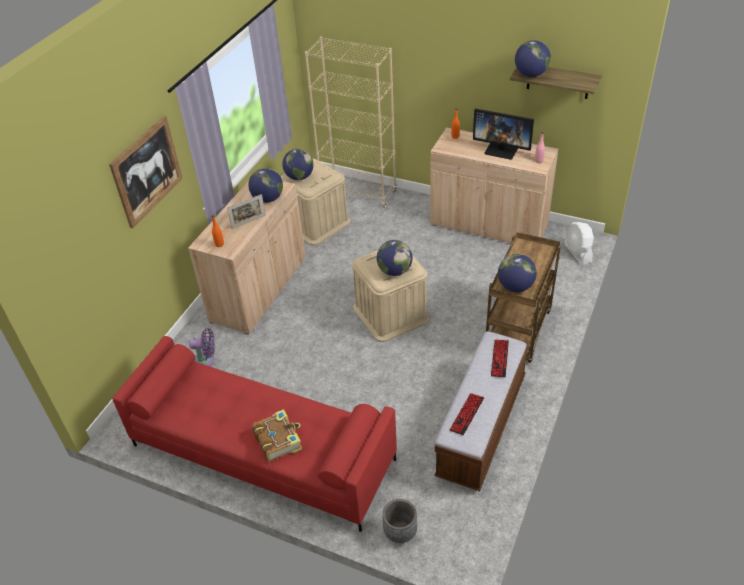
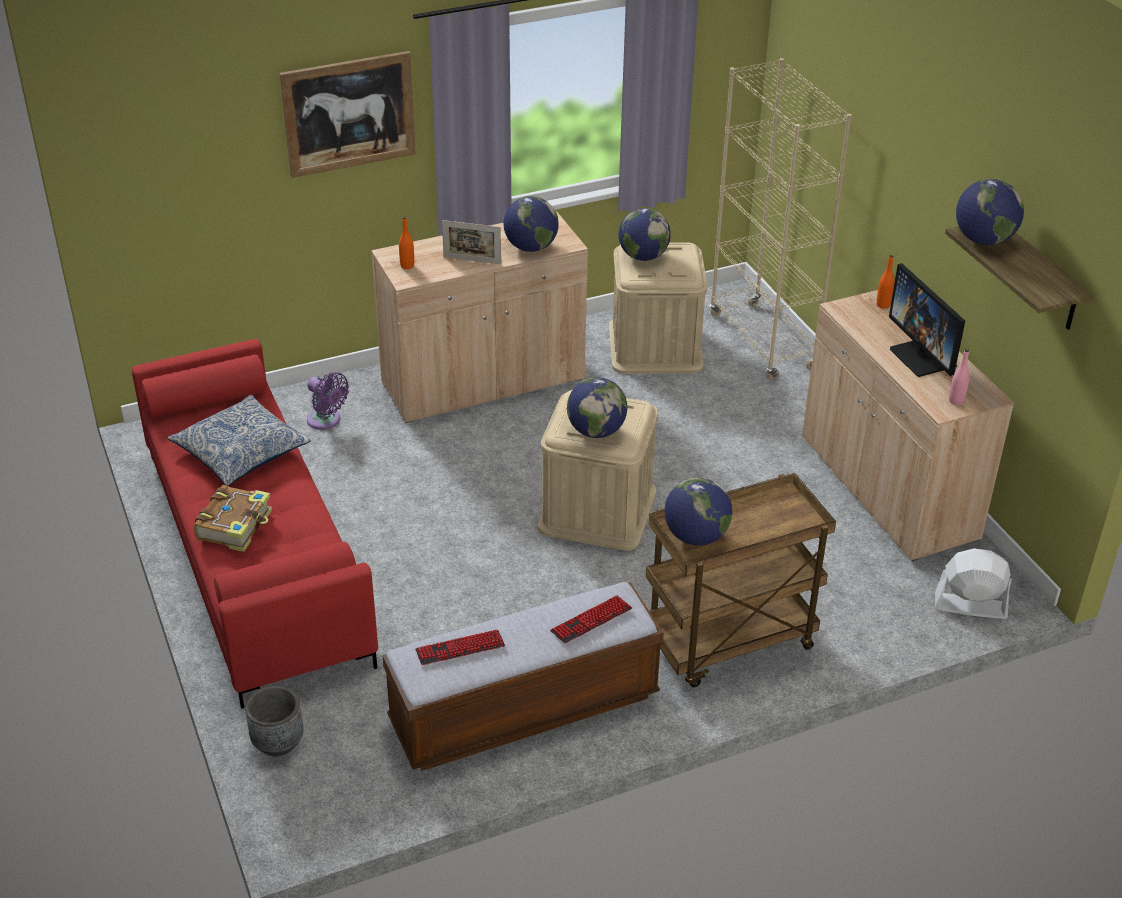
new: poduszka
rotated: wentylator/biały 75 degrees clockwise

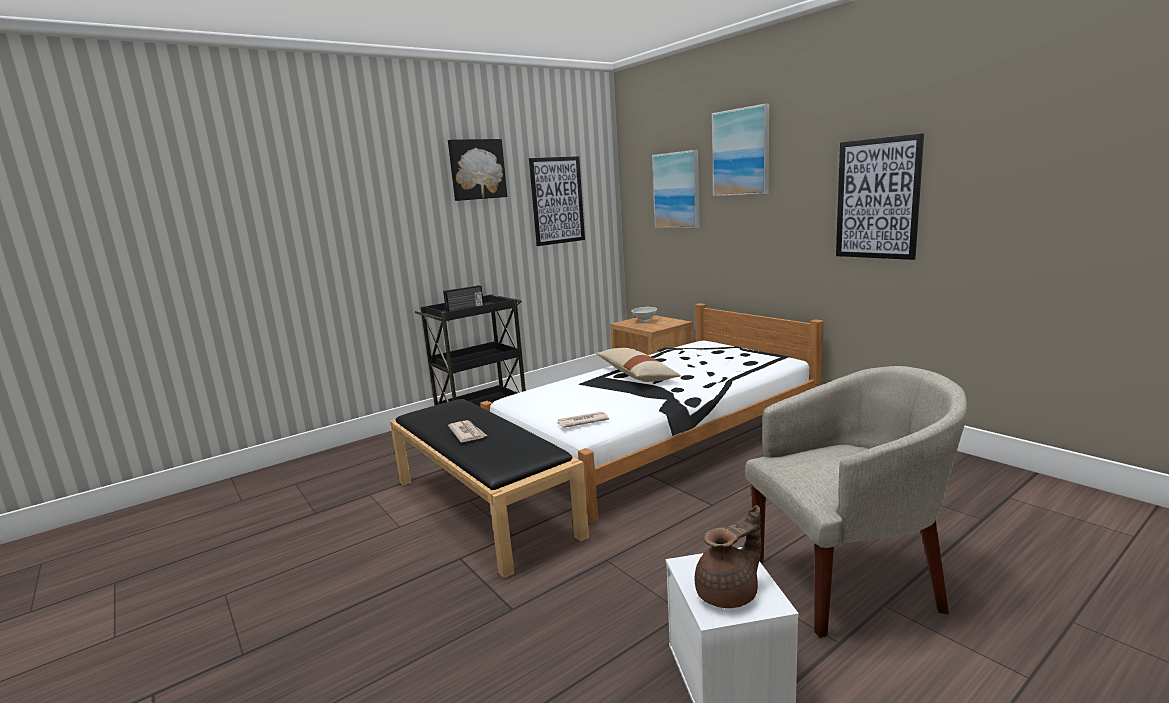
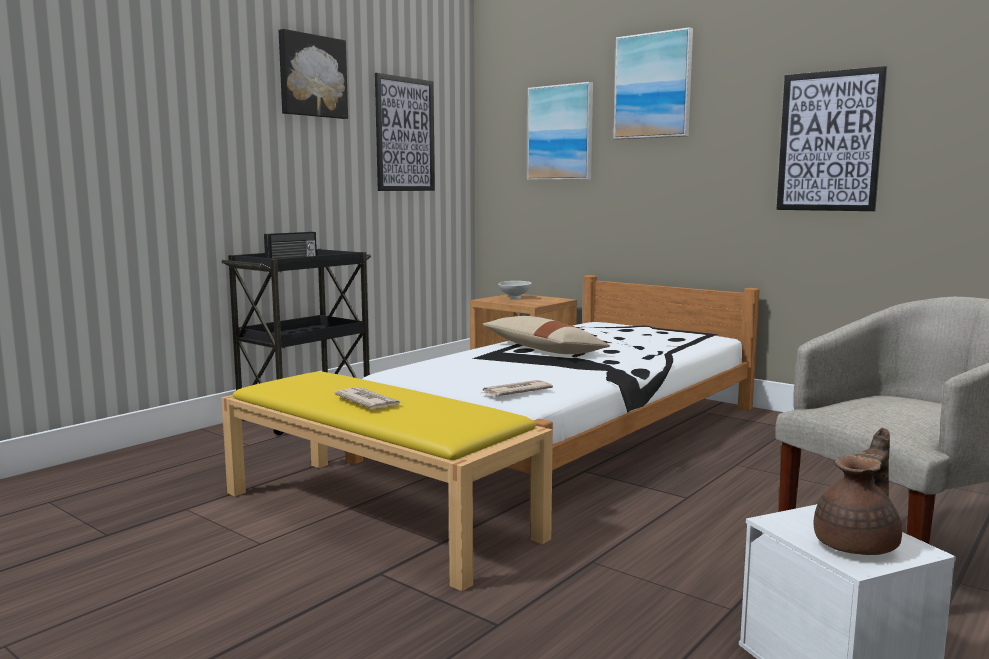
repainted: ławka/czarny to ławka/żółty

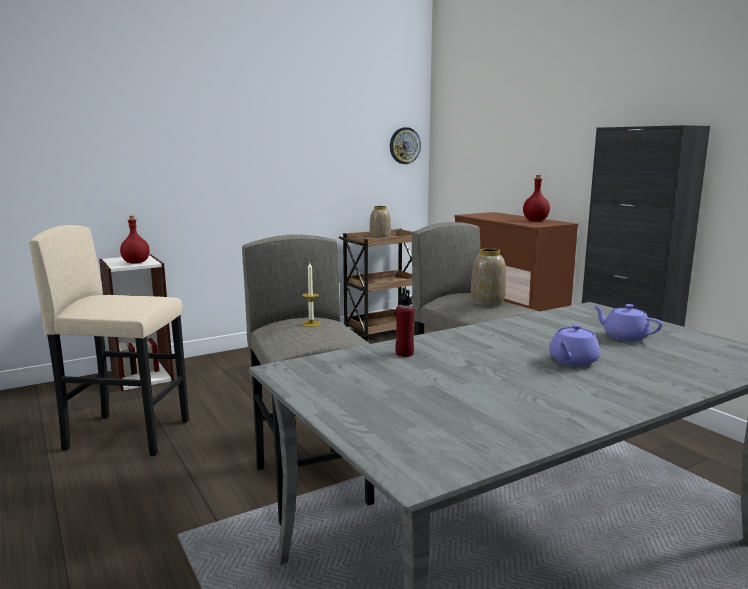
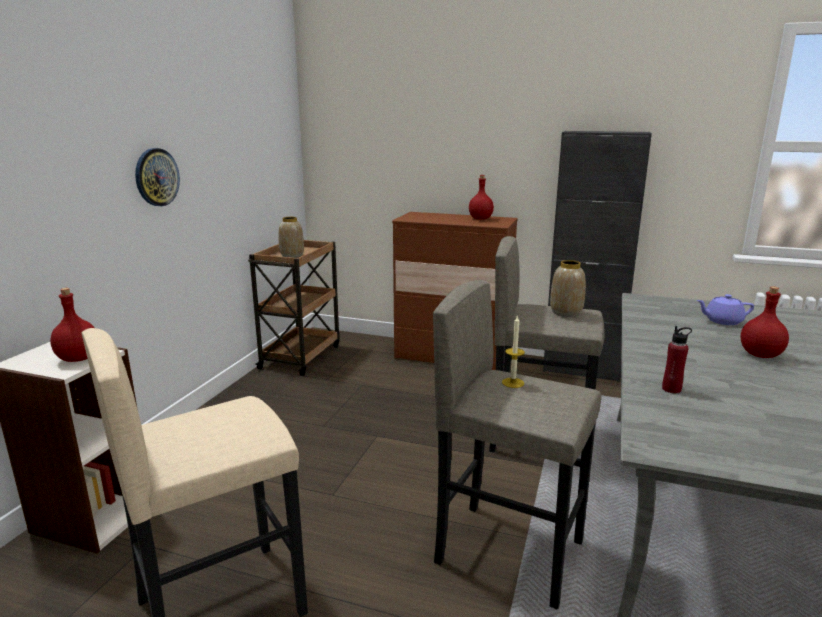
shifted: zegar ścienny
swapped: imbryk/fioletowy (no. 1 from left) to butelka/czerwony (no. 4 from left)

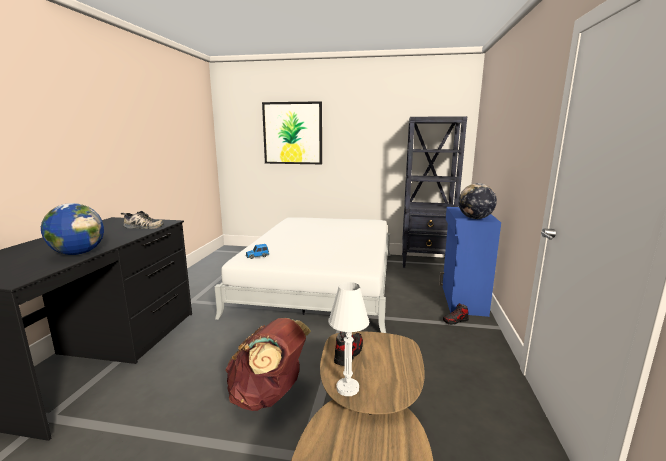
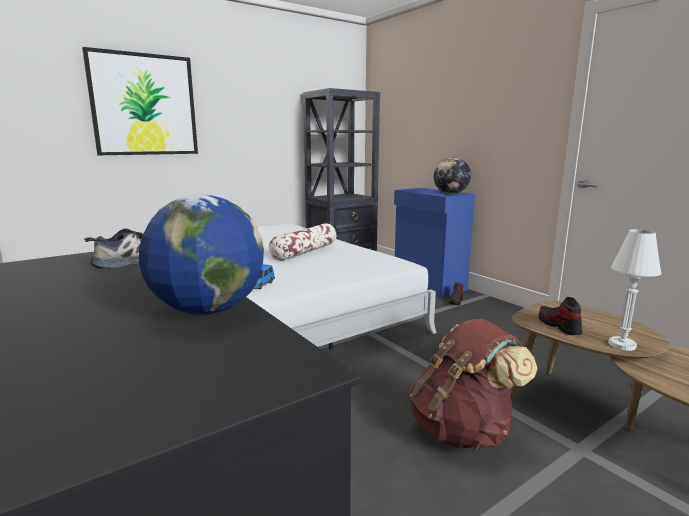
new: poduszka

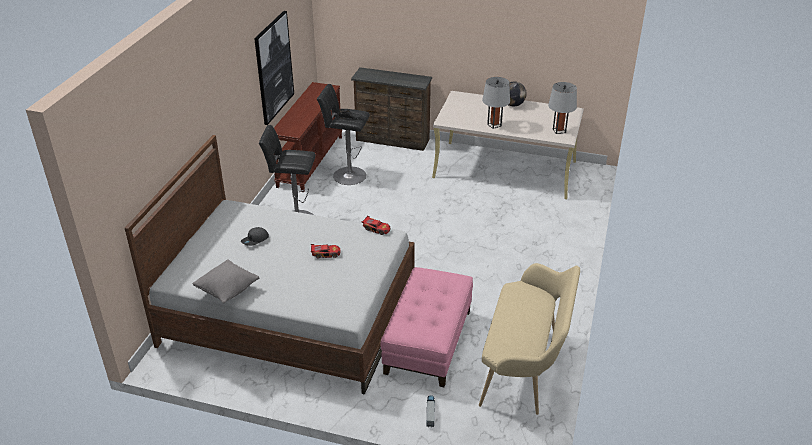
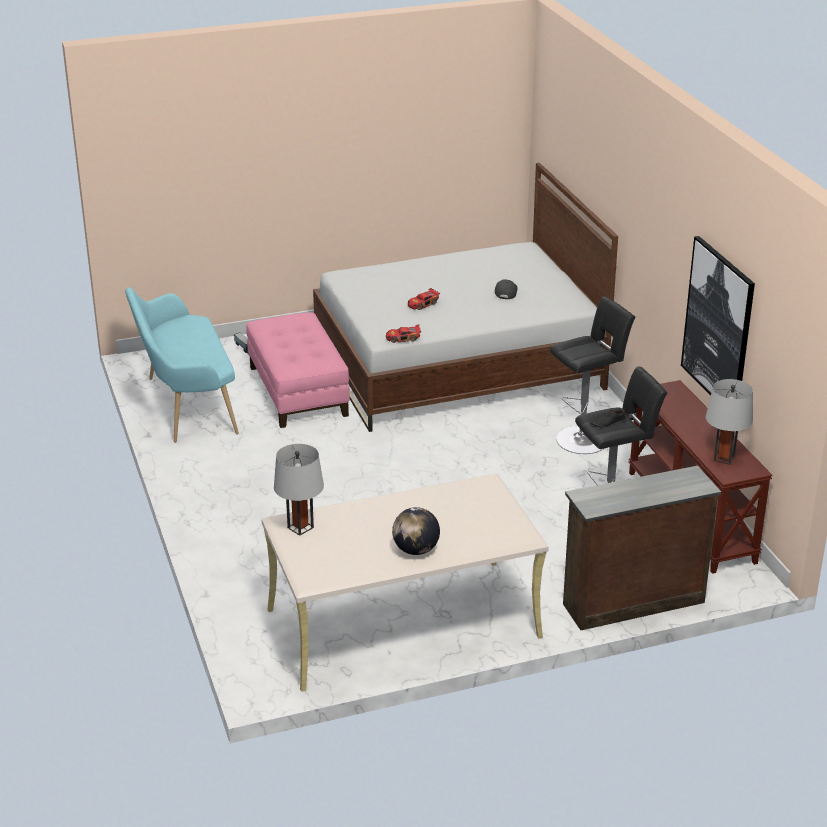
gone: poduszka/szary
shifted: lampa stołowa/szary (no. 1 from left in the first image) to lampa stołowa/szary (no. 2 from left)
repainted: ławka/beżowy to ławka/turkusowy

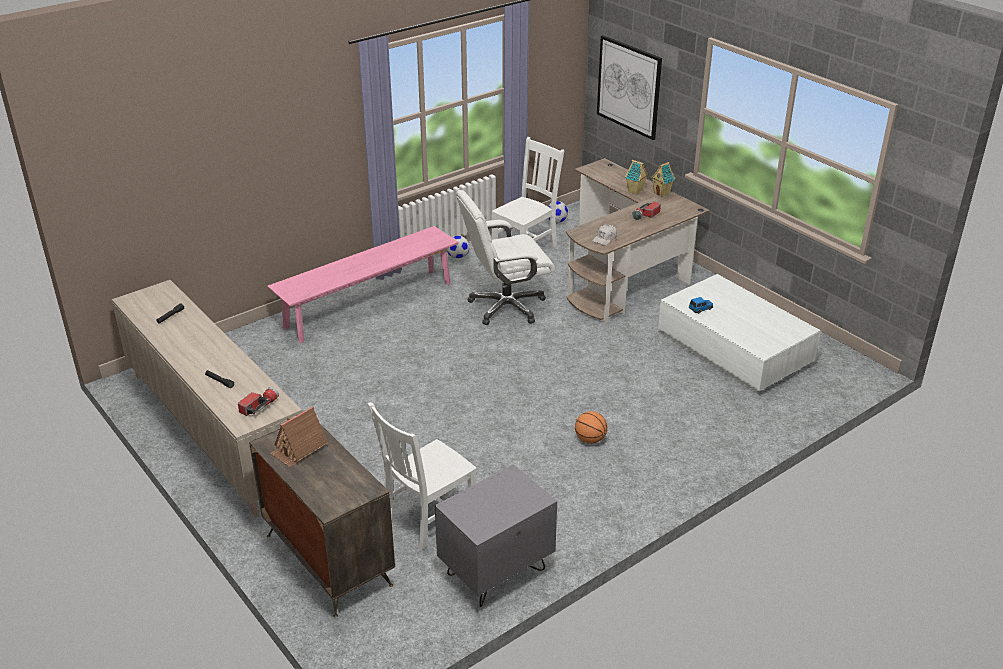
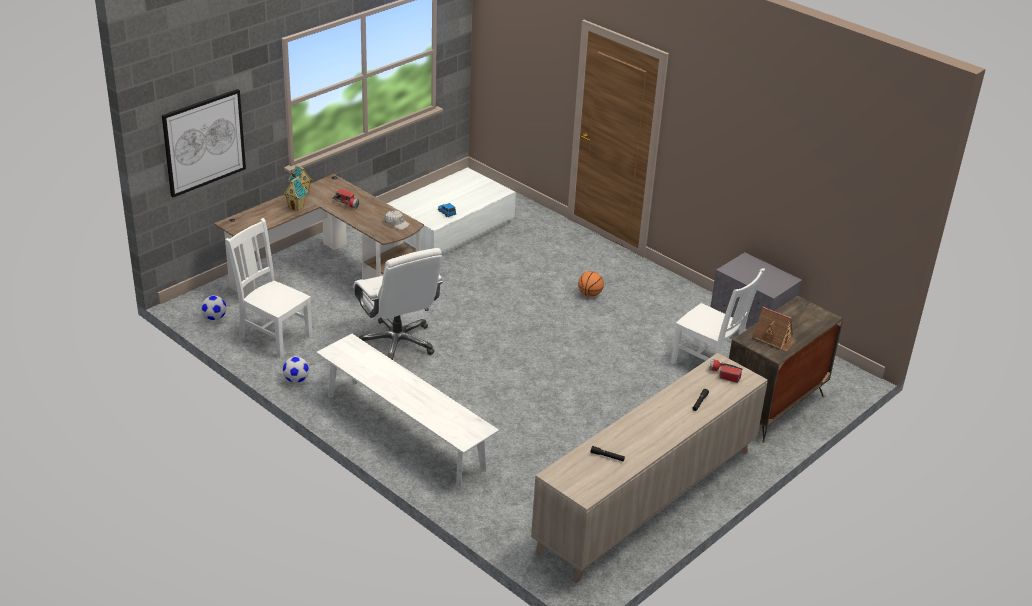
repainted: ławka/różowy to ławka/biały

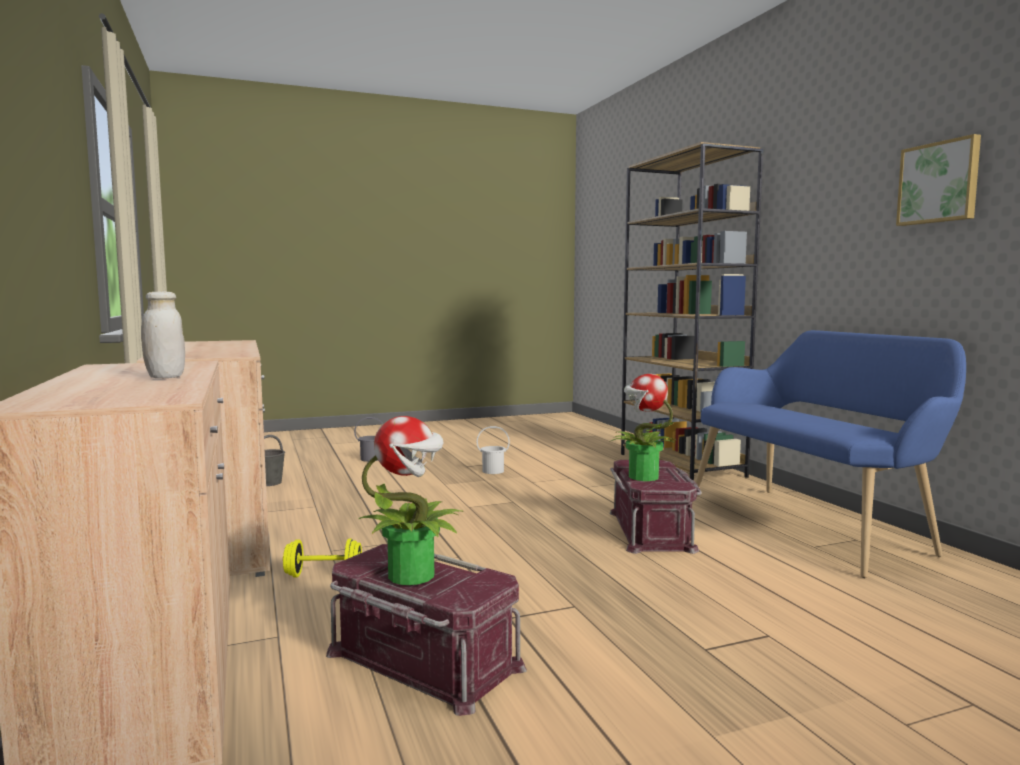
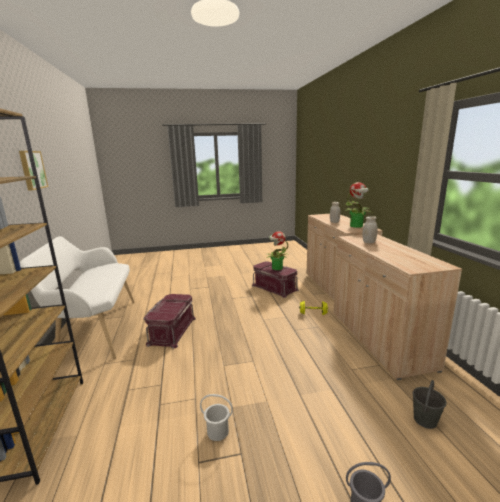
new: słoik/biały (no. 2 from left)
shifted: roślina doniczkowa (no. 2 from left)
repainted: ławka/niebieski to ławka/biały

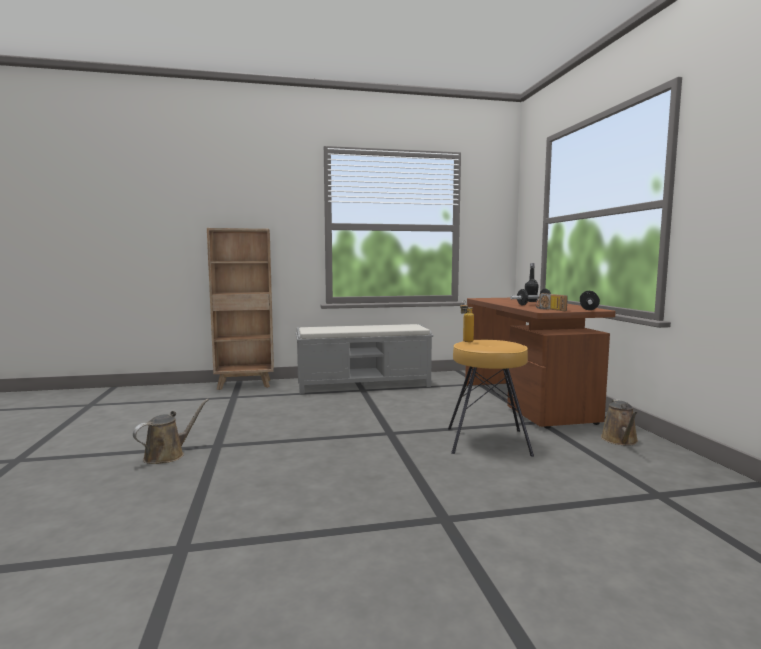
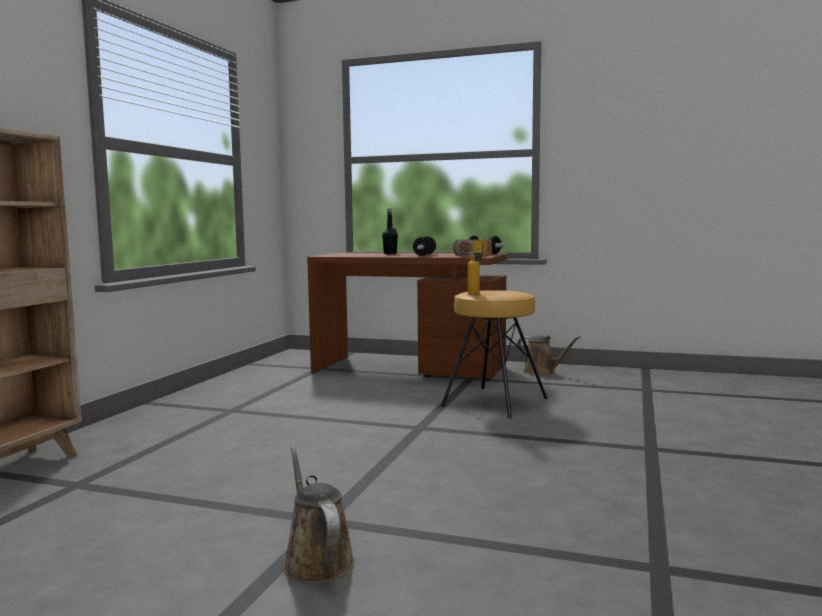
gone: ławka/szary

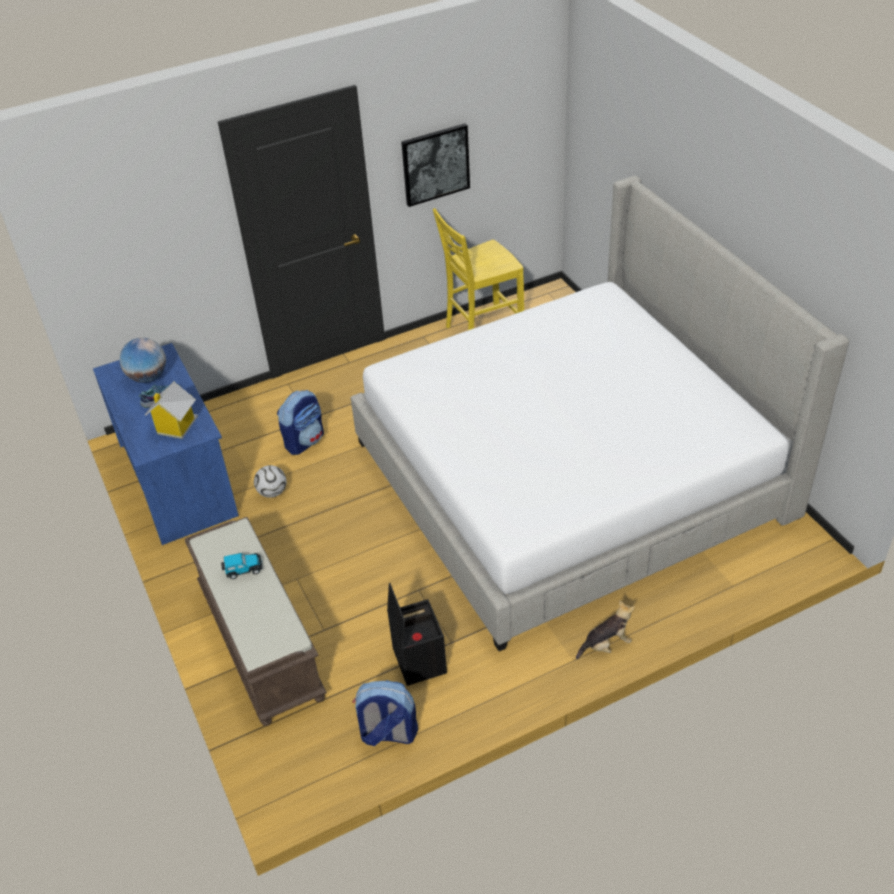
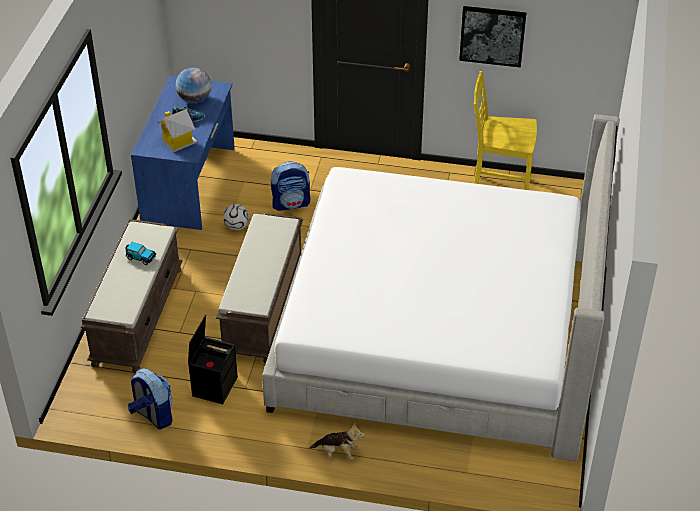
new: ławka/brązowy (no. 2 from left)

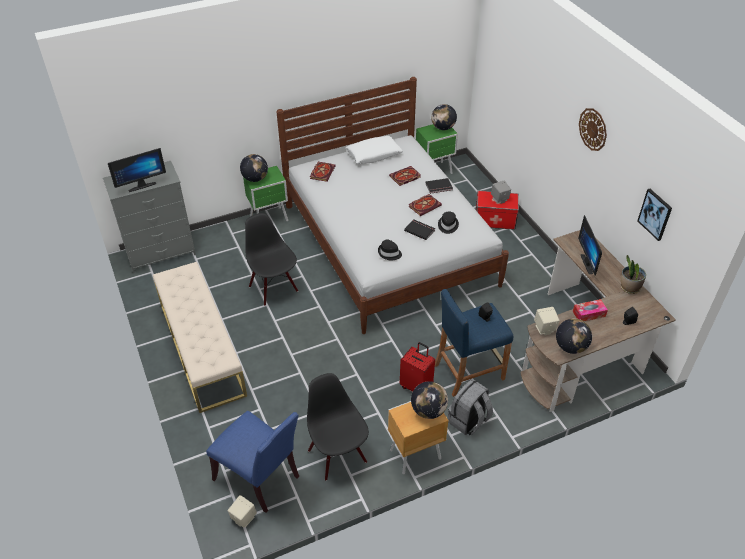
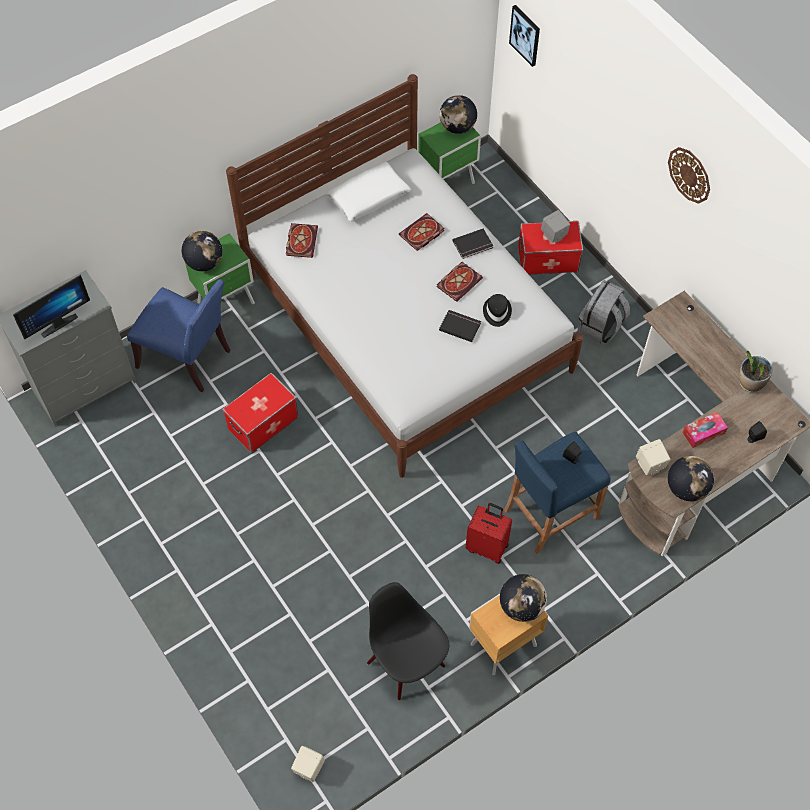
gone: ławka/beżowy; kapelusz/czarny (no. 1 from left); monitor (no. 2 from left)
shifted: krzesło/niebieski; plecak/szary; obraz
swapped: krzesło/czarny (no. 1 from left) to pojemnik do przechowywania (no. 1 from left)

